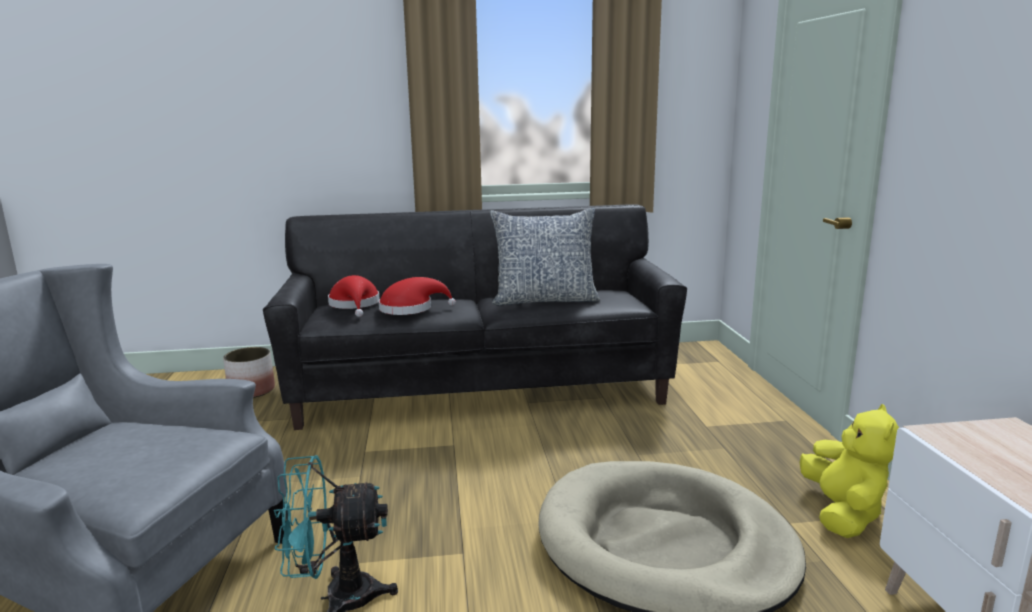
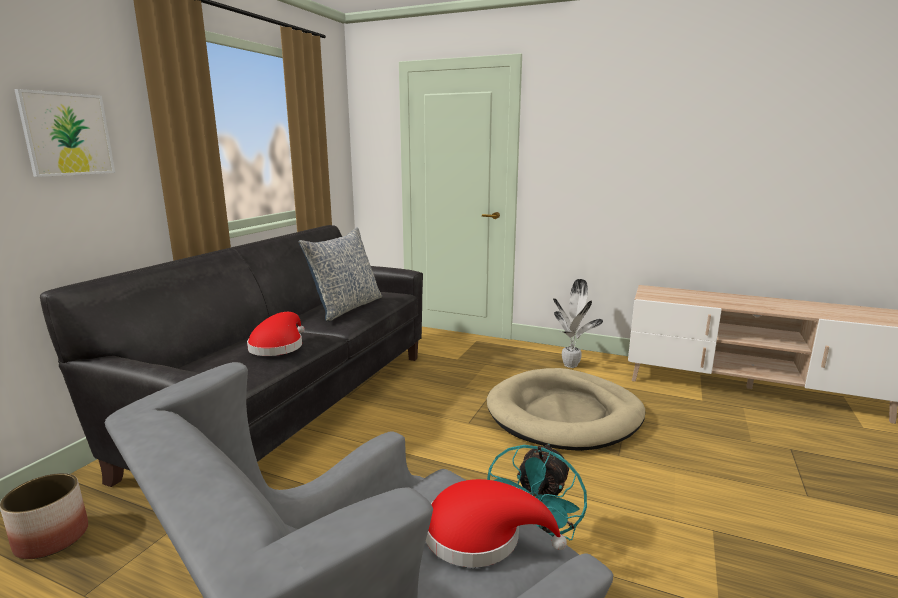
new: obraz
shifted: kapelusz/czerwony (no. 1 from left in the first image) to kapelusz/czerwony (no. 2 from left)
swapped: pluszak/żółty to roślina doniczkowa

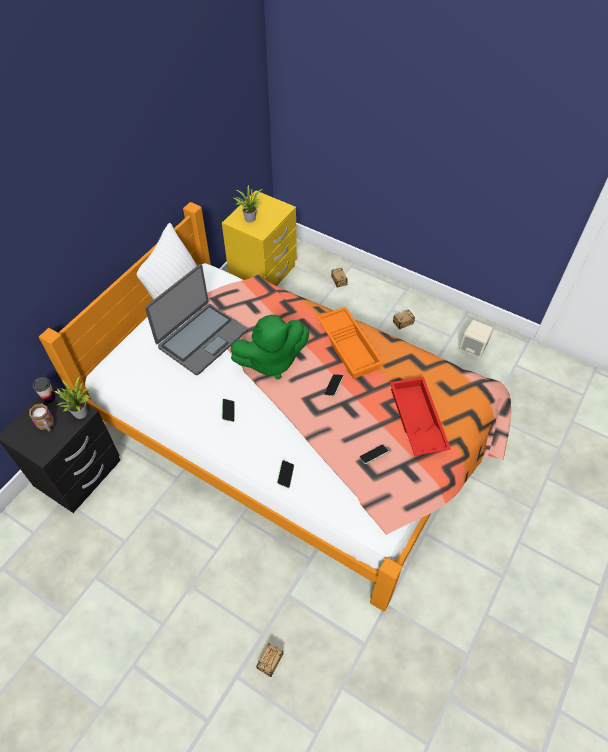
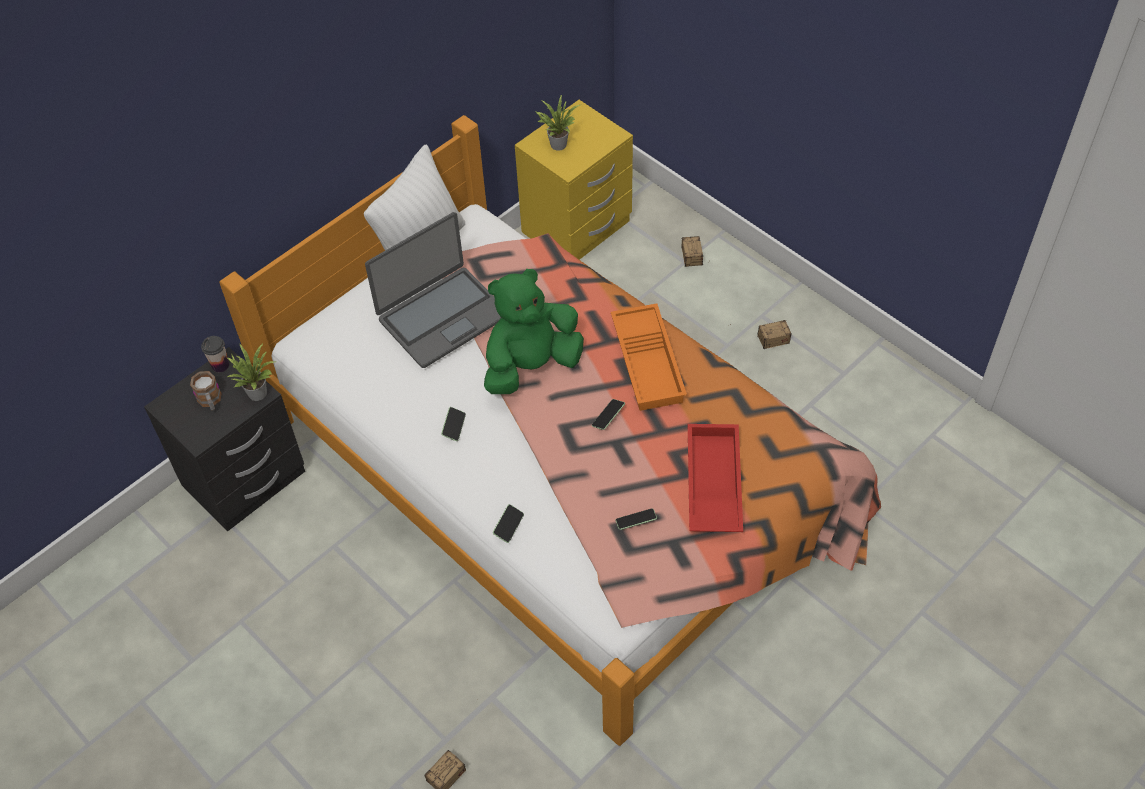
gone: głośnik/beżowy
rotated: pluszak/zielony 150 degrees clockwise

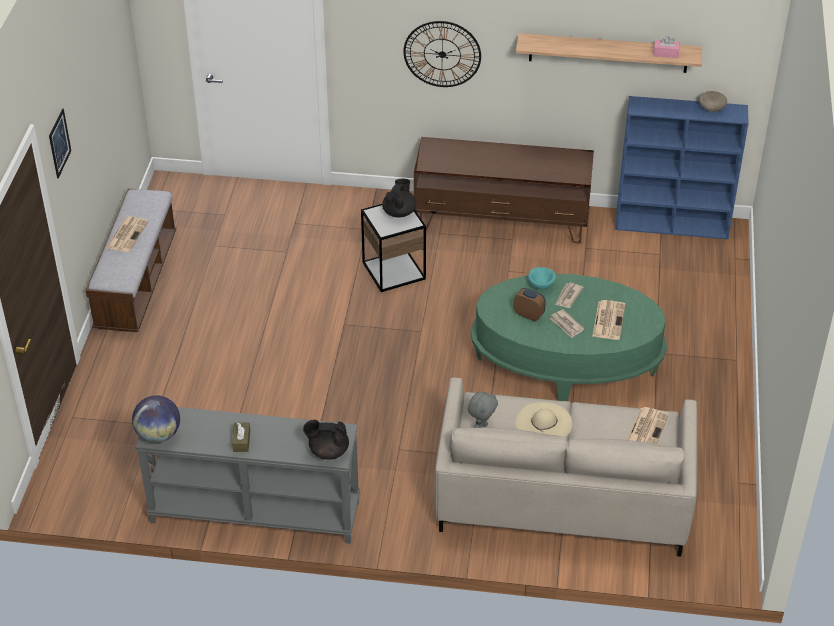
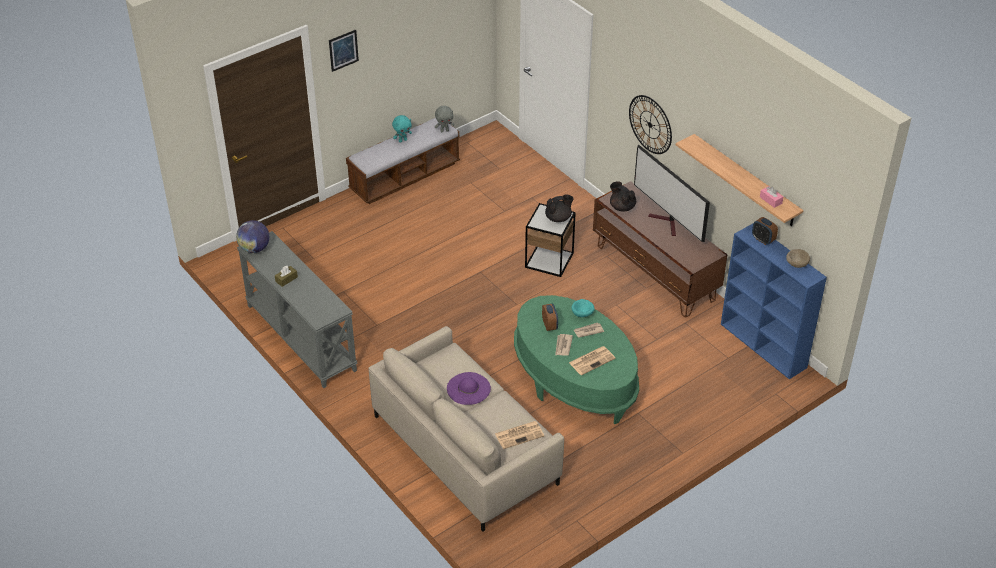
new: telewizor; budzik (no. 2 from left)
shifted: imbryk/czarny (no. 1 from left in the first image) to imbryk/czarny (no. 2 from left); pluszak/szary
swapped: gazeta (no. 1 from left) to pluszak/turkusowy
repainted: kapelusz/beżowy to kapelusz/fioletowy

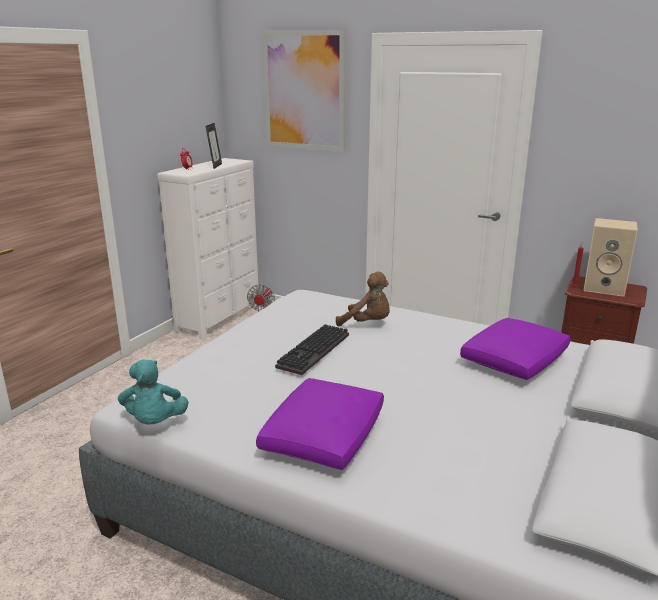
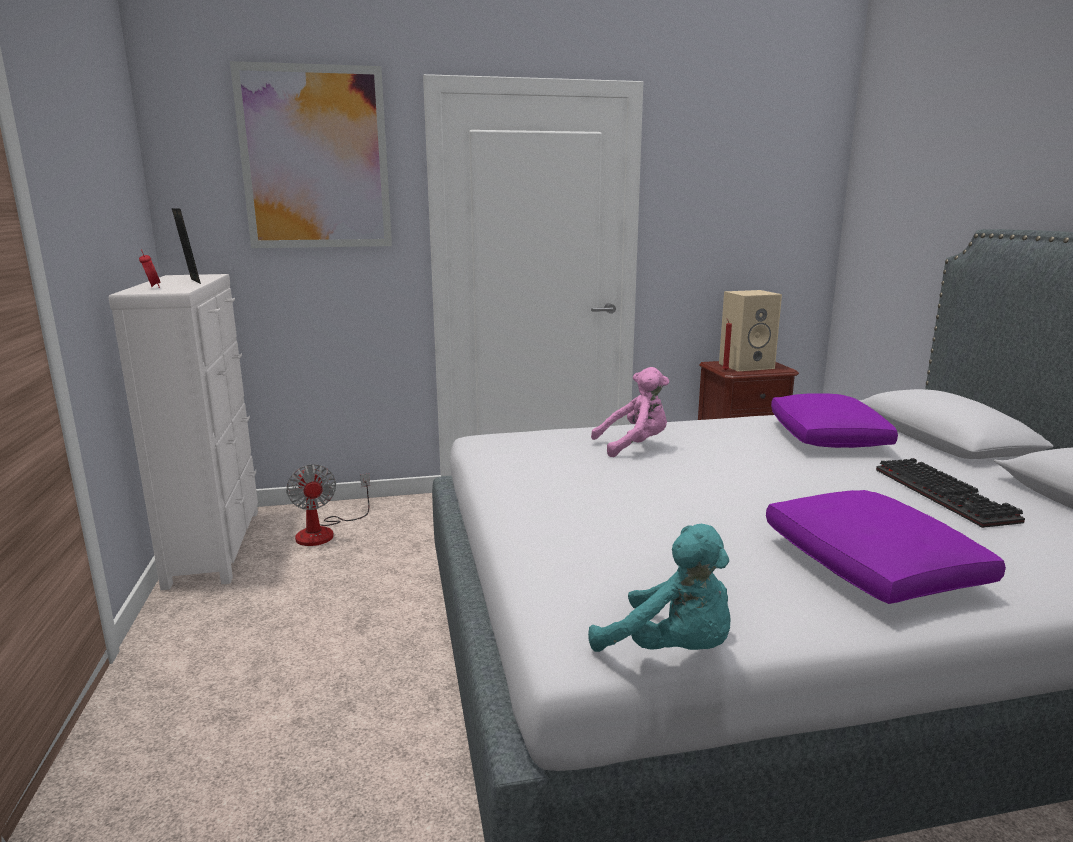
shifted: klawiatura
repainted: pluszak/brązowy to pluszak/różowy

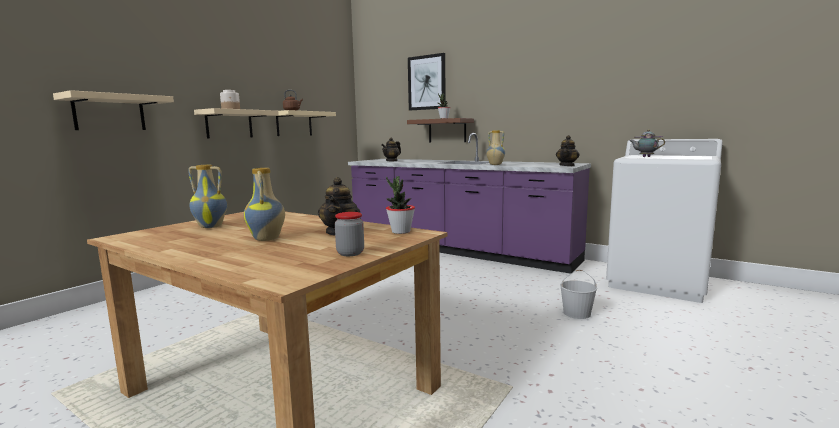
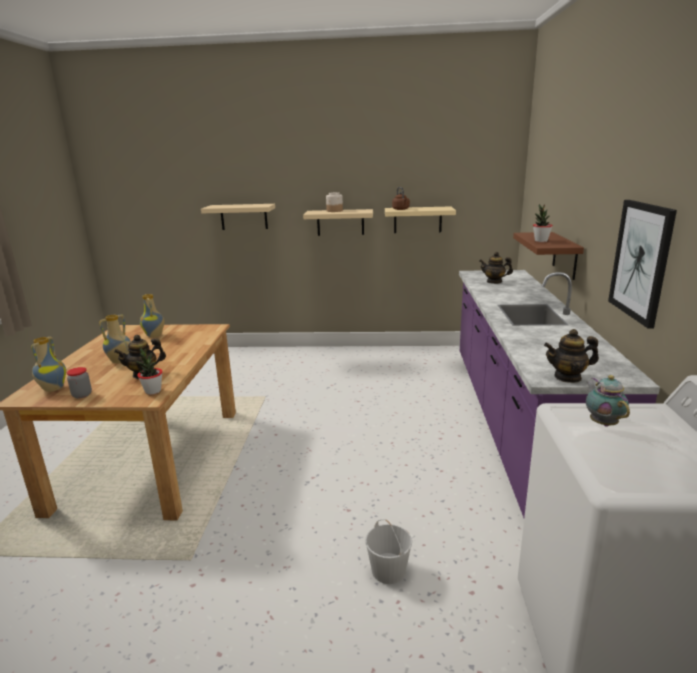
shifted: obraz; wazon (no. 3 from left in the first image) to wazon (no. 1 from left)

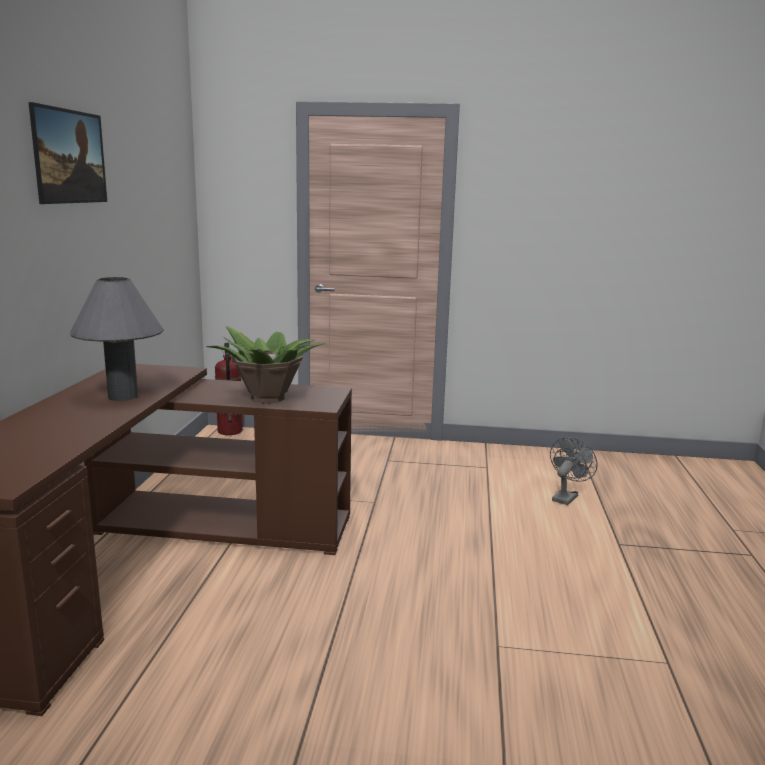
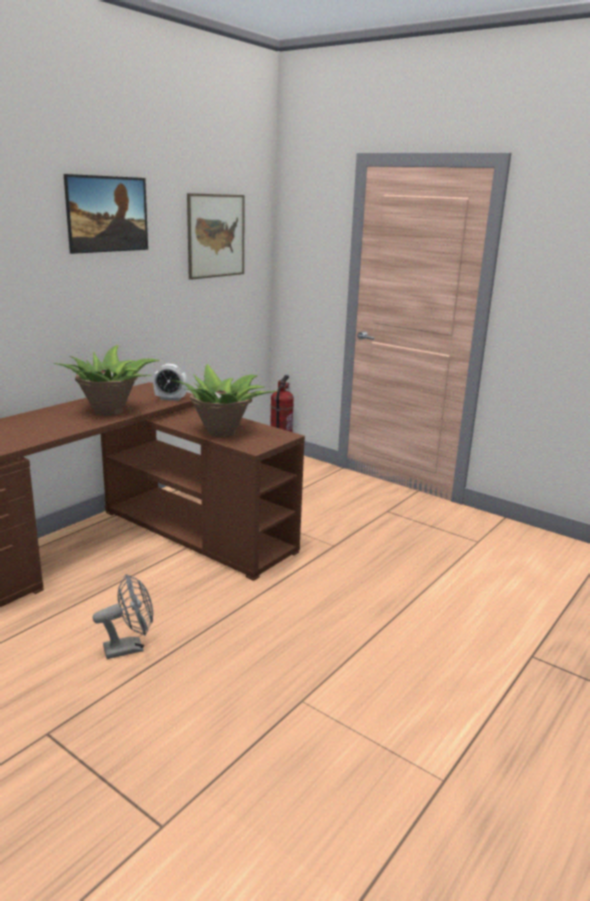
new: budzik; obraz (no. 2 from left)
shifted: wentylator/szary
swapped: lampa stołowa/szary to roślina doniczkowa (no. 1 from left)

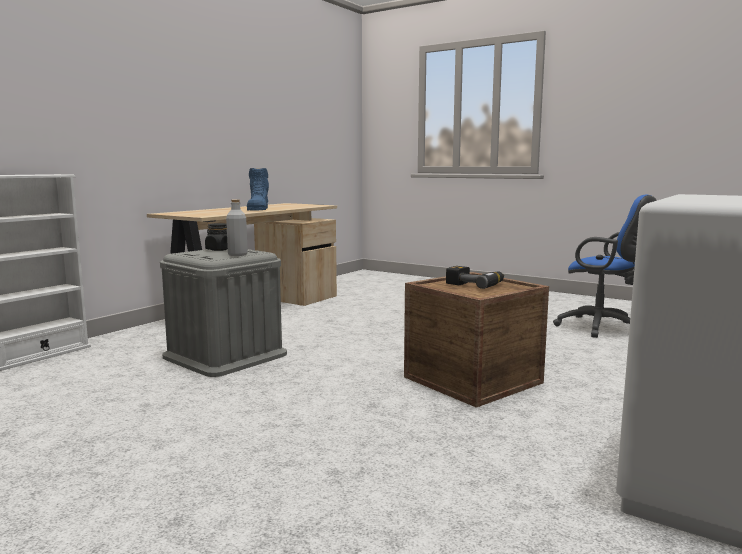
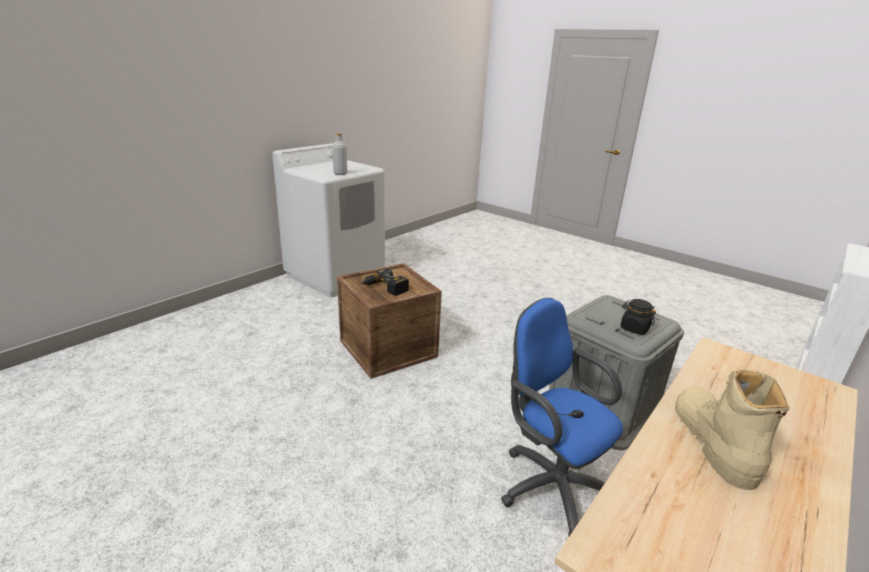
shifted: butelka/szary; krzesło biurowe/niebieski
repainted: but z cholewką/niebieski to but z cholewką/beżowy

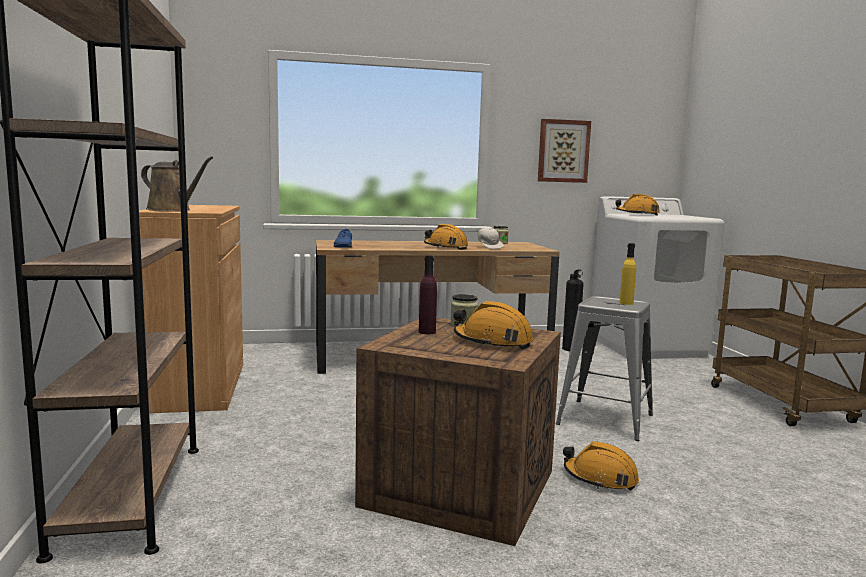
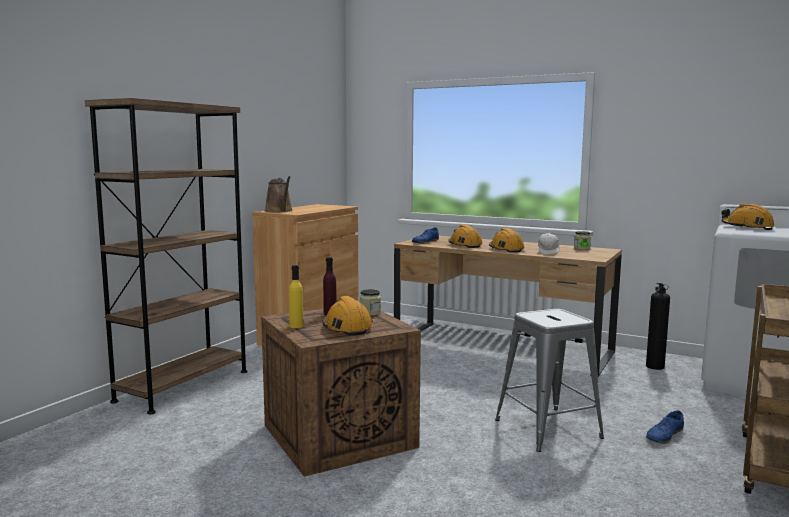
gone: obraz
new: but/niebieski (no. 2 from left)
shifted: kask/pomarańczowy (no. 3 from left in the first image) to kask/pomarańczowy (no. 2 from left); butelka/żółty

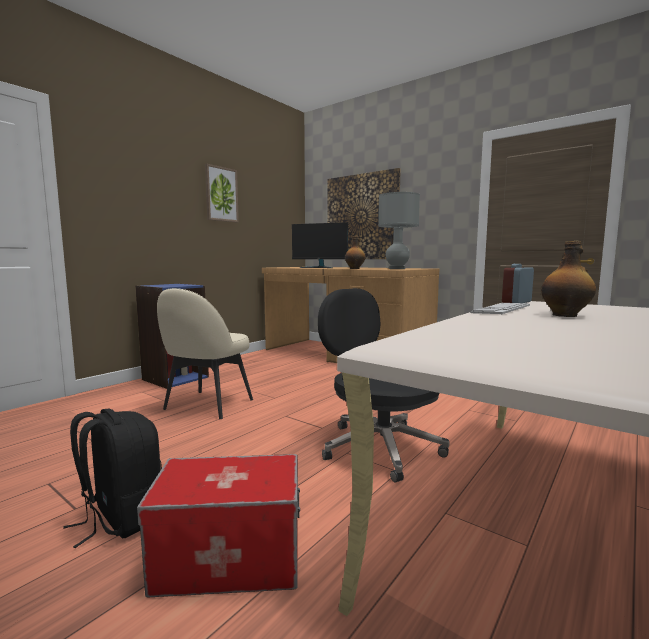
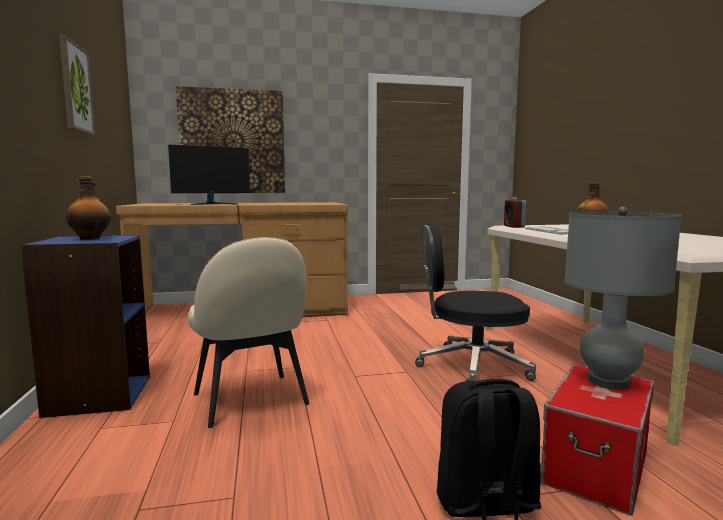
shifted: butelka (no. 1 from left); lampa stołowa/szary

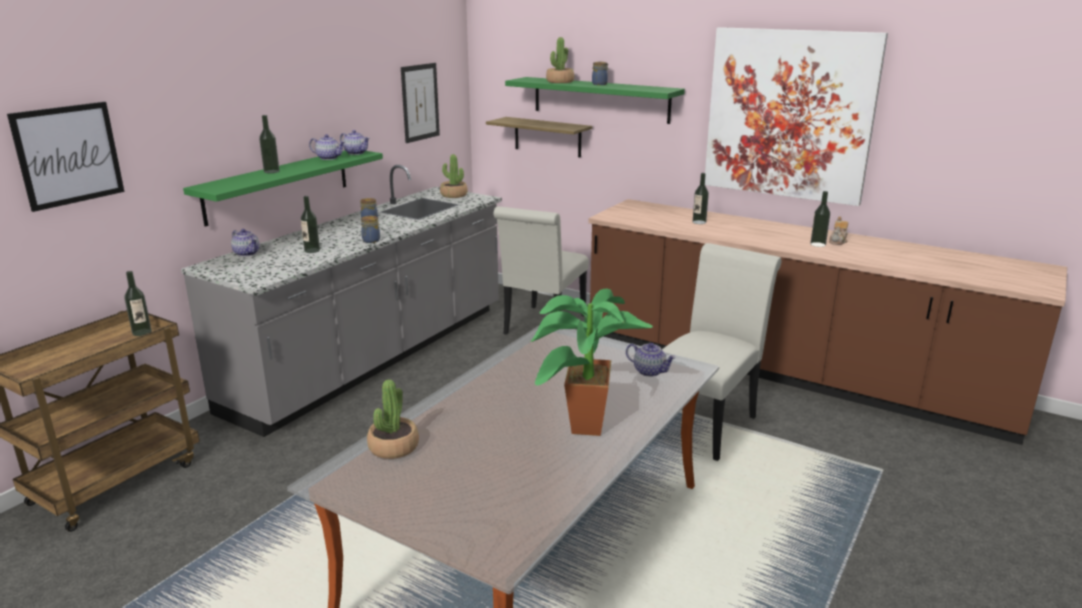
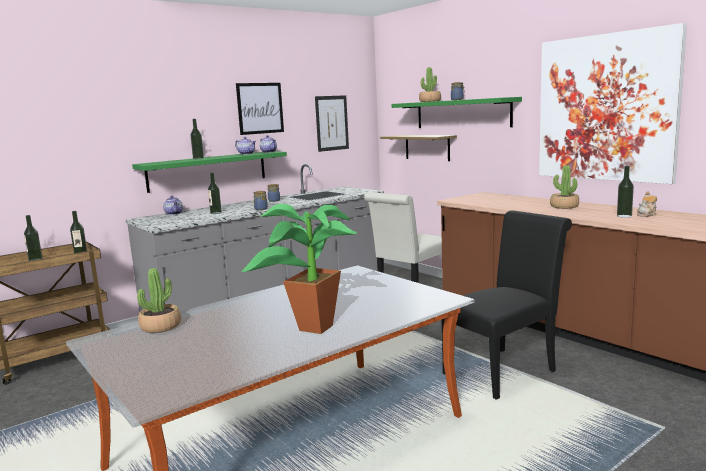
gone: imbryk (no. 4 from left)
shifted: obraz (no. 1 from left); roślina doniczkowa (no. 2 from left in the first image) to roślina doniczkowa (no. 4 from left); butelka (no. 4 from left in the first image) to butelka (no. 1 from left)
repainted: krzesło/biały (no. 2 from left) to krzesło/czarny

